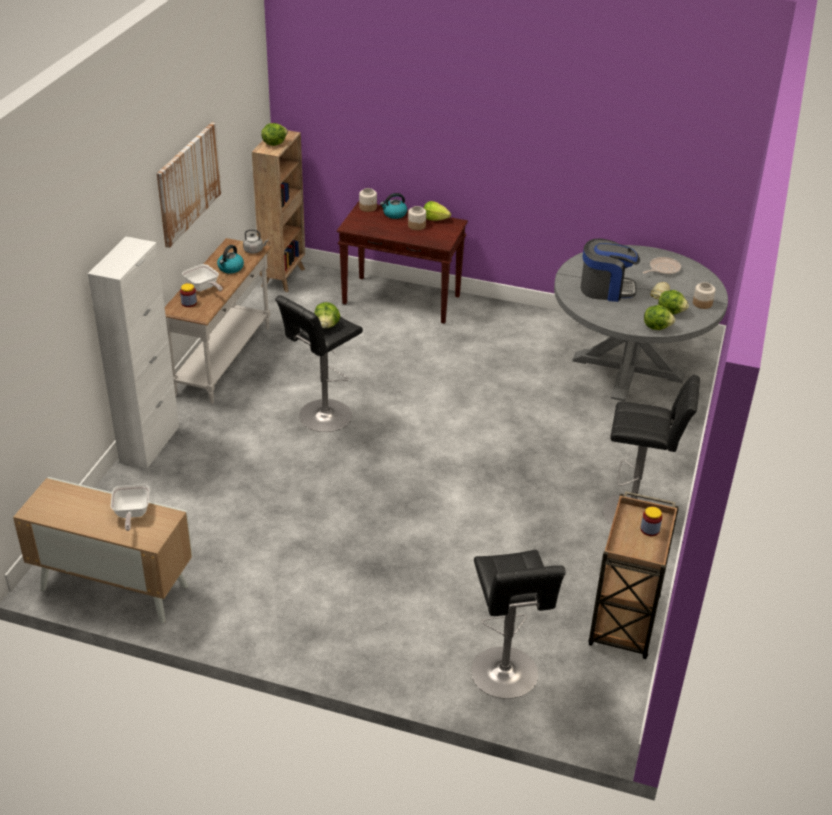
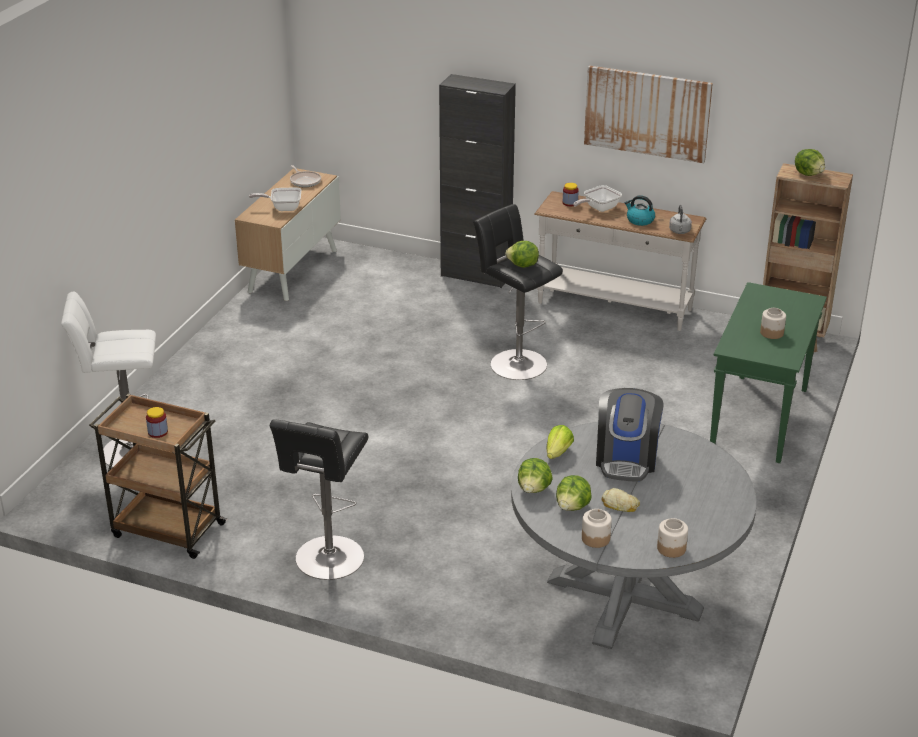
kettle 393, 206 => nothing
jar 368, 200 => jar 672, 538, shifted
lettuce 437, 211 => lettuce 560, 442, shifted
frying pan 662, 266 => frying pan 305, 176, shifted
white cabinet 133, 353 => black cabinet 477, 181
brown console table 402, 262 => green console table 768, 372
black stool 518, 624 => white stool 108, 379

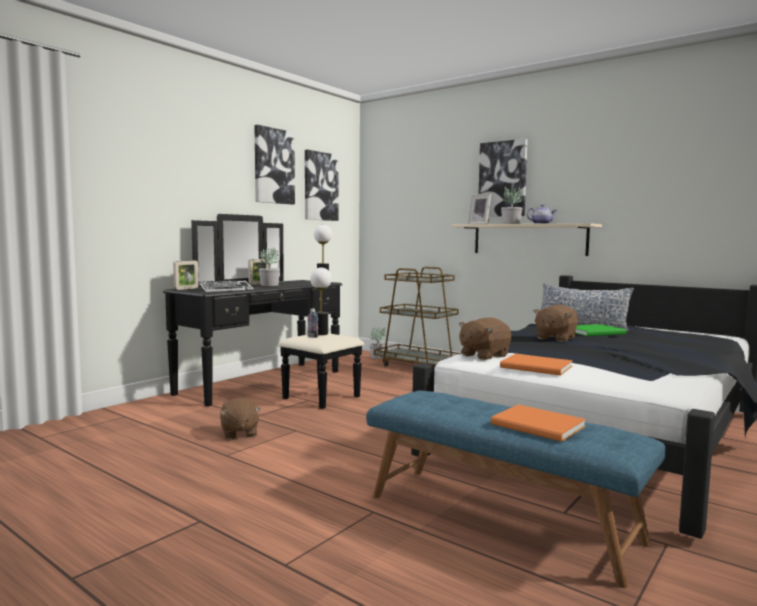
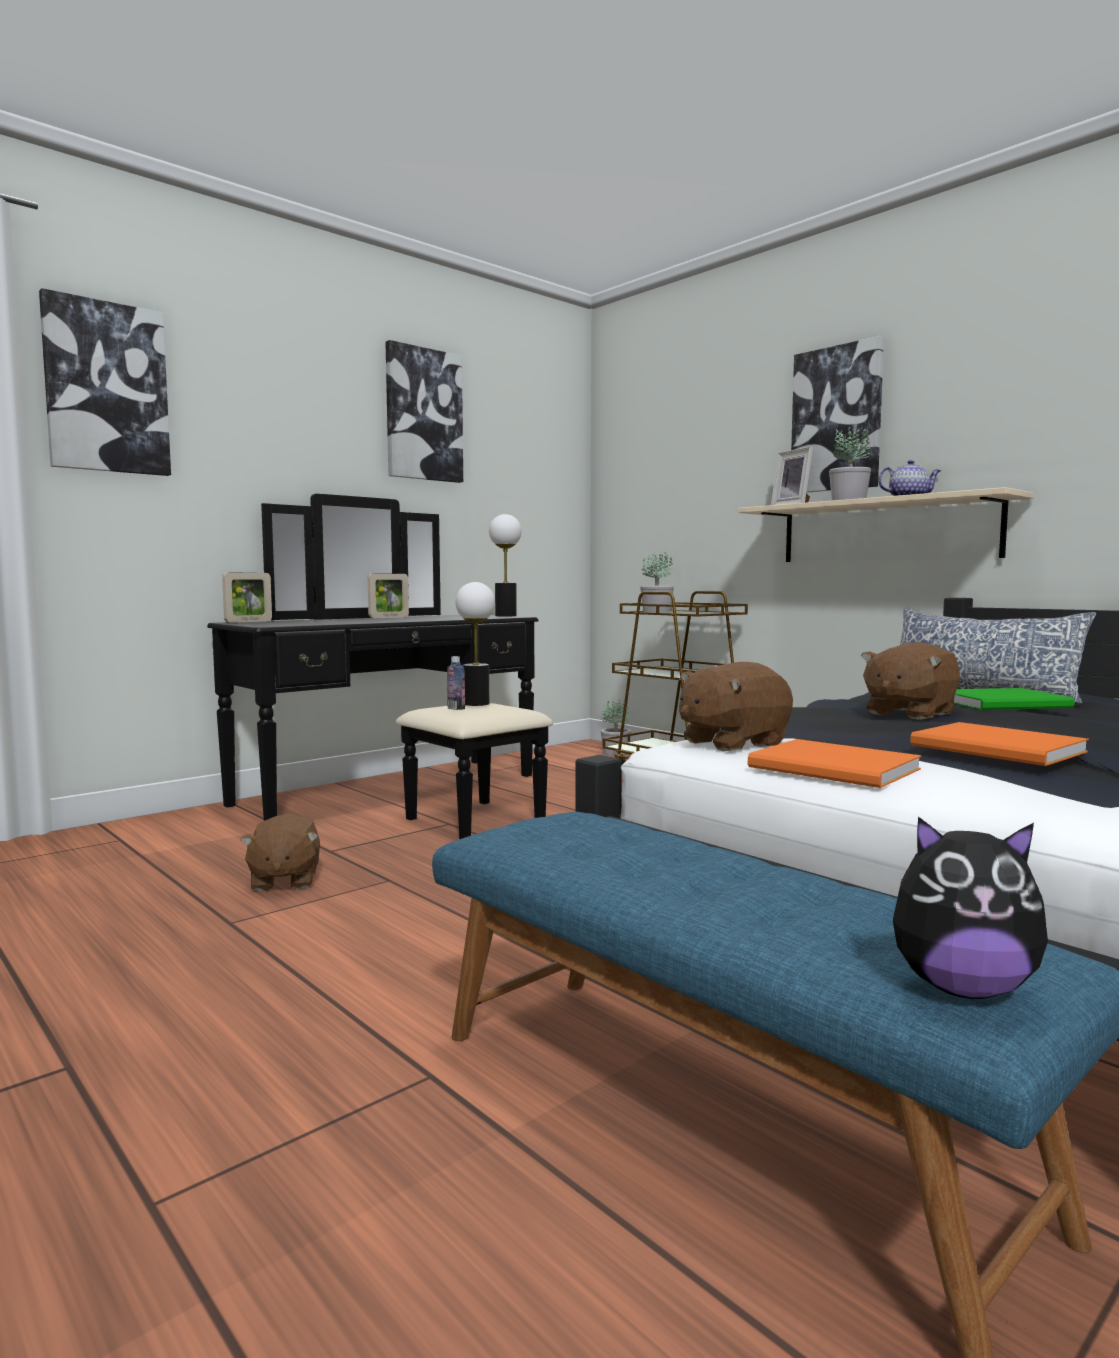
keyboard 226, 286 => nothing
nothing => plush toy 970, 908
potted plant 269, 267 => potted plant 657, 581, shifted
picture 322, 185 => picture 105, 382, shifted
orange book 538, 423 => orange book 999, 744, shifted

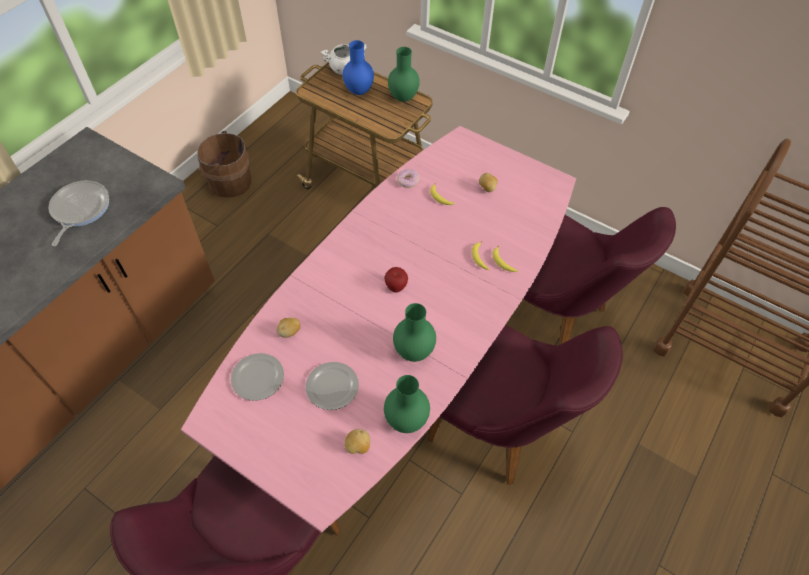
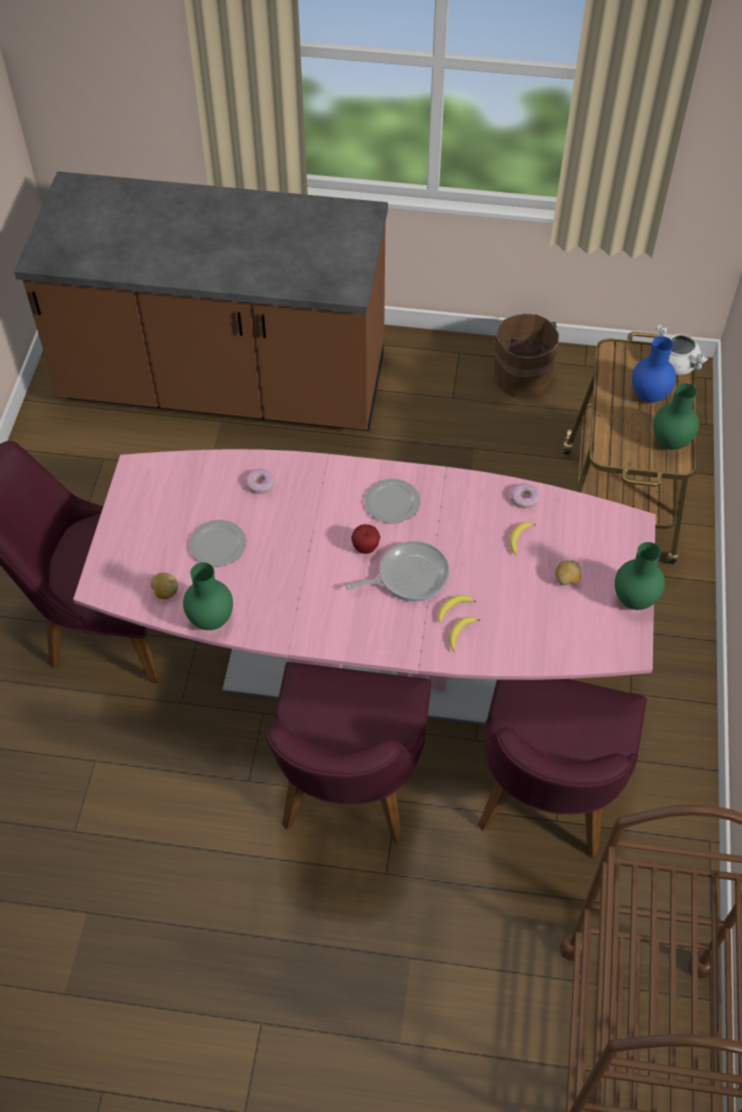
frying pan 78, 213 => frying pan 398, 571, shifted
plate 257, 377 => plate 392, 501, shifted
green vase 414, 332 => green vase 640, 576, shifted
potato 288, 328 => donut 260, 481

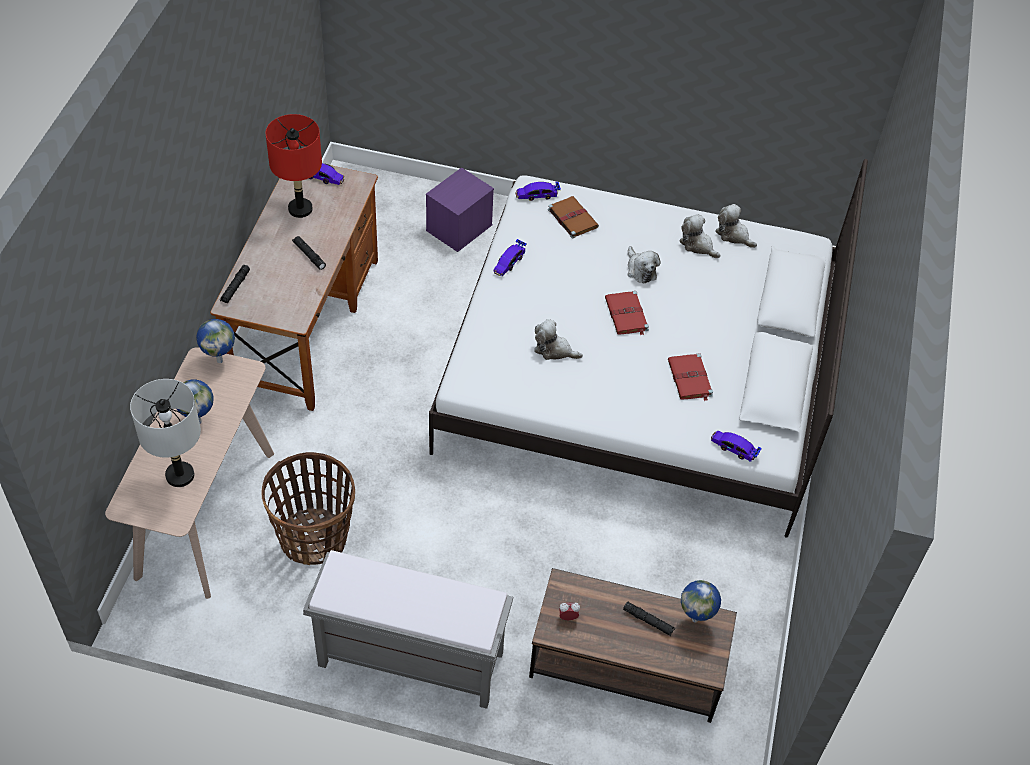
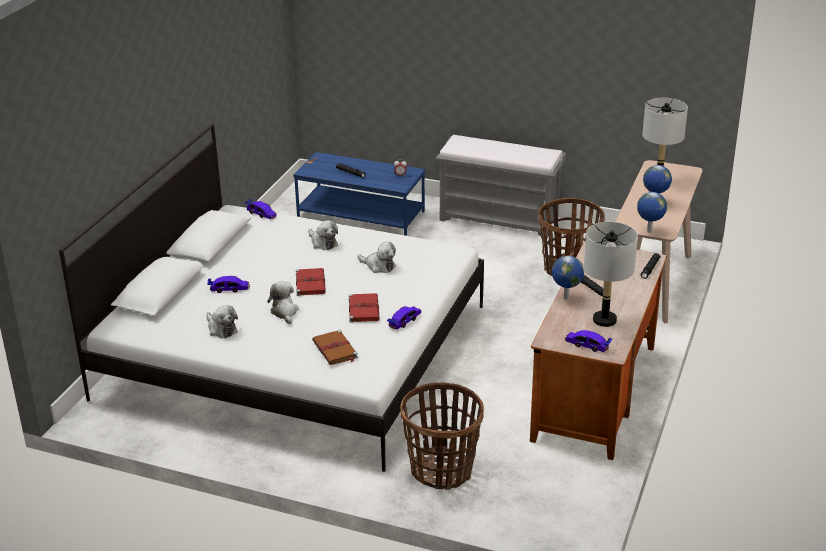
toy car 538, 191 => toy car 228, 284, shifted
red book 690, 377 => red book 364, 308, shifted
globe 701, 601 => globe 568, 278, shifted
plush toy 736, 226 => plush toy 323, 235, shifted
purple storage box 460, 209 => basket 442, 436
red table lamp 294, 166 => grey table lamp 611, 274
brown coffee table 633, 645 => blue coffee table 359, 194

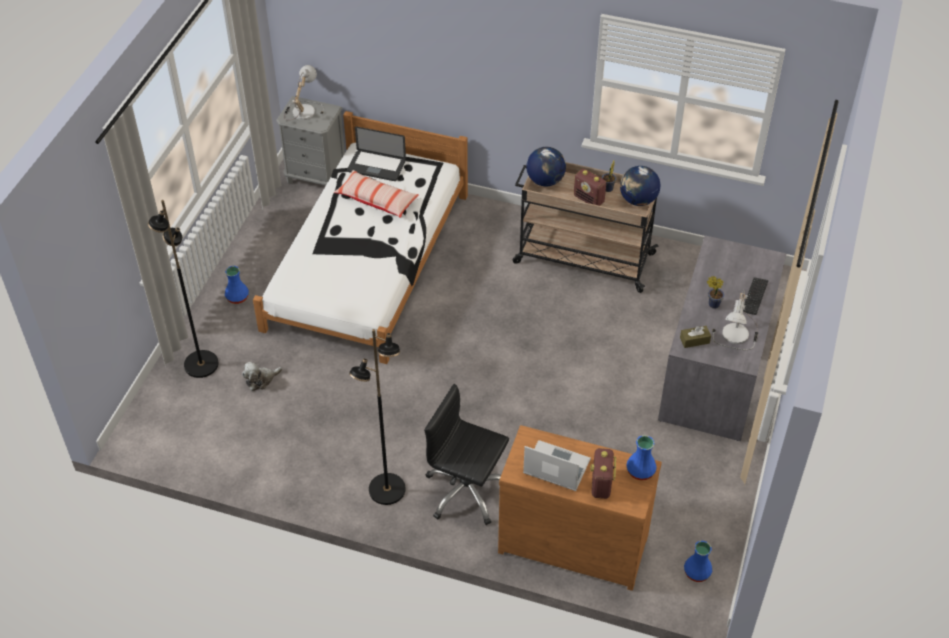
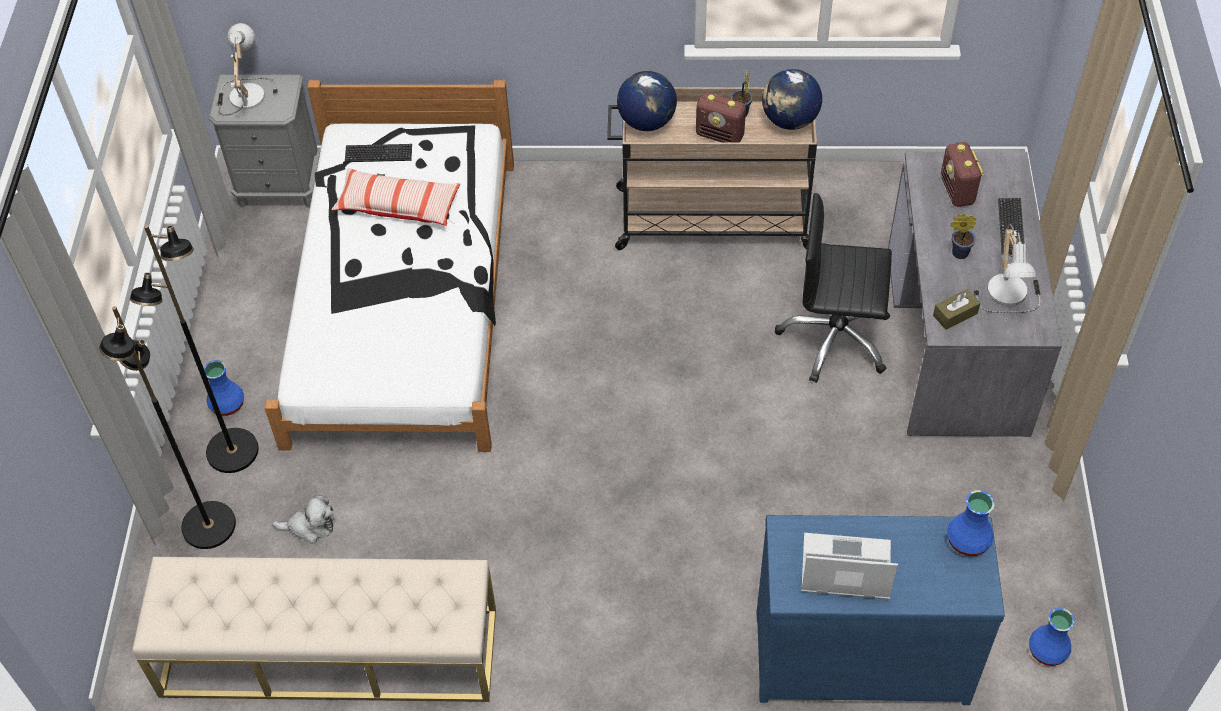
nothing => beige bench 314, 629
black floor lamp 377, 417 => black floor lamp 194, 349, shifted
black office chair 466, 454 => black office chair 833, 288, shifted
radio 603, 473 => radio 962, 174, shifted
laptop 376, 154 => keyboard 378, 153
brown dresser 580, 508 => blue dresser 881, 610
plush toy 262, 376 => plush toy 303, 519, 135 degrees counterclockwise

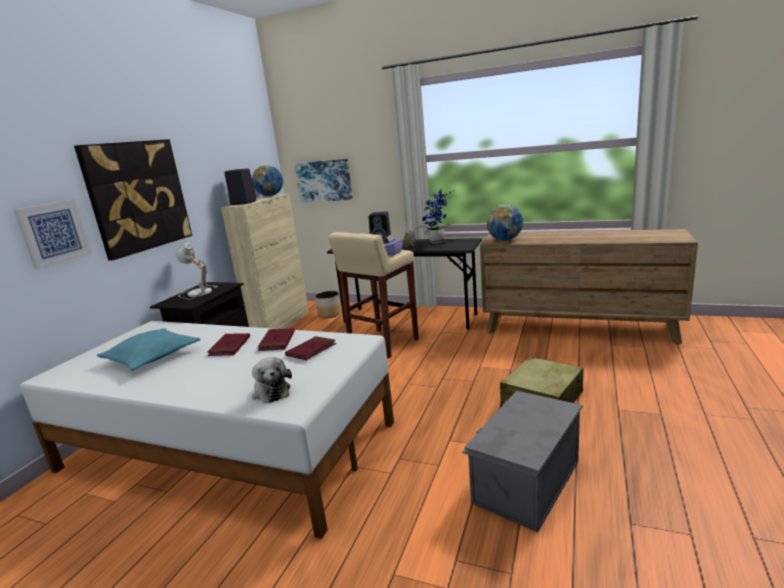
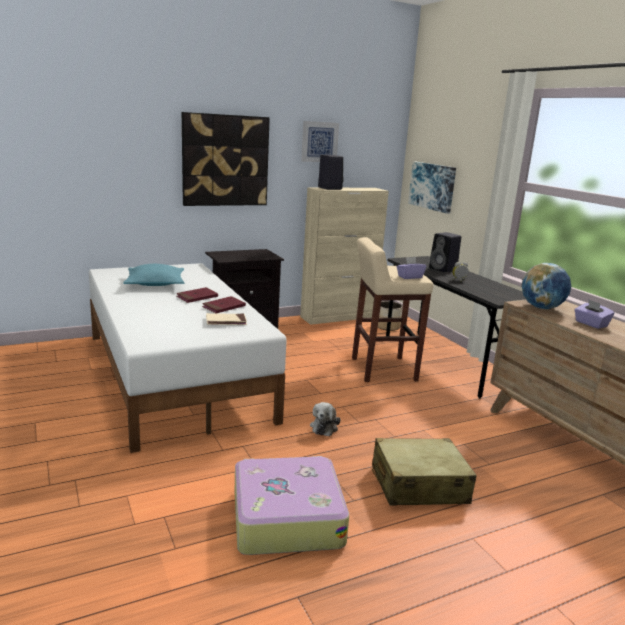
table lamp 197, 271 => nothing
globe 267, 180 => nothing
potted plant 437, 217 => nothing
nothing => purple tissue box 594, 314
picture 53, 234 => picture 320, 141, shifted
plush toy 272, 380 => plush toy 325, 419, shifted
grey storage box 522, 462 => suitcase 292, 505
red book 310, 348 => beige book 226, 319

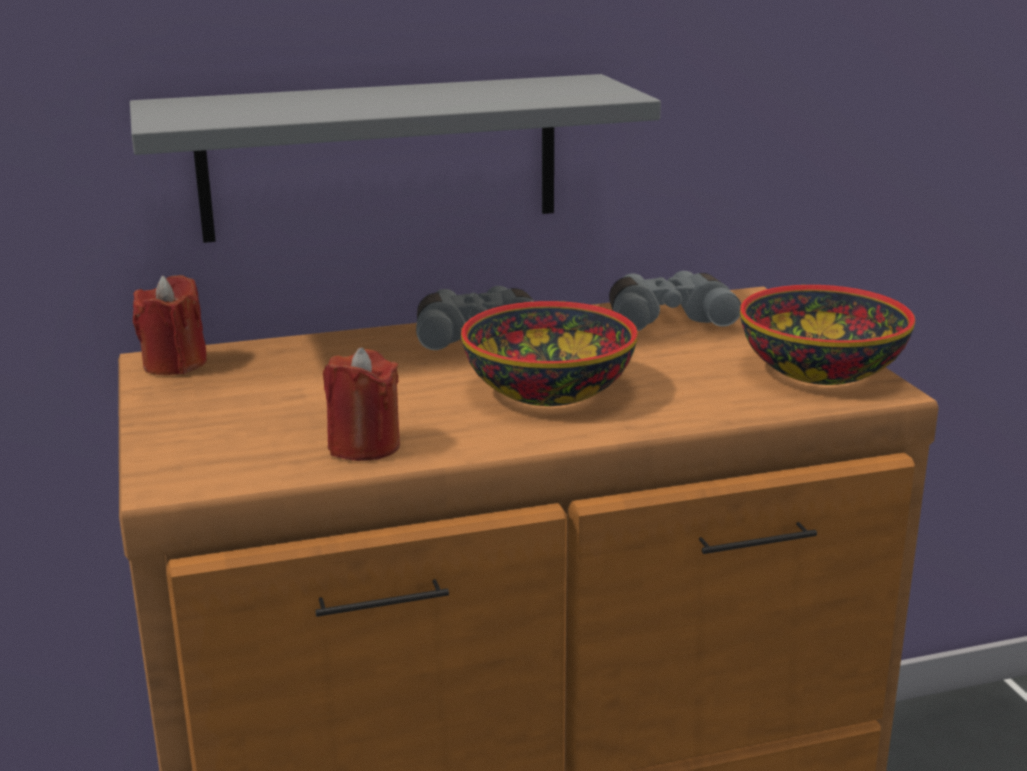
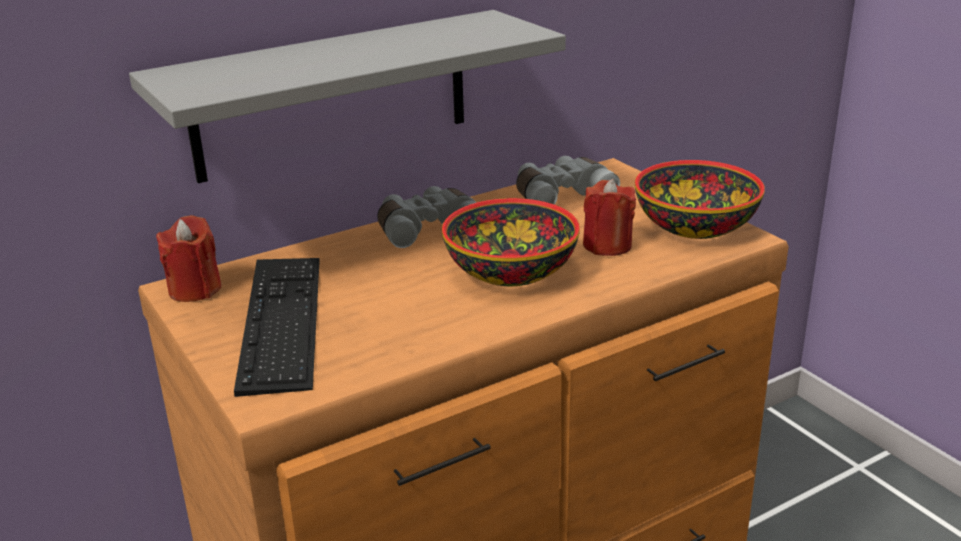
nothing => keyboard 277, 327
red candle 361, 404 => red candle 609, 217, shifted

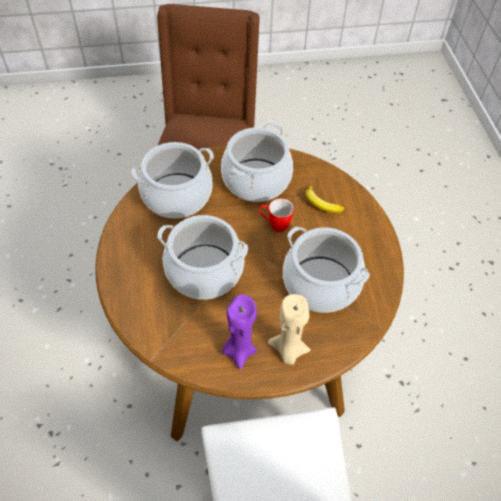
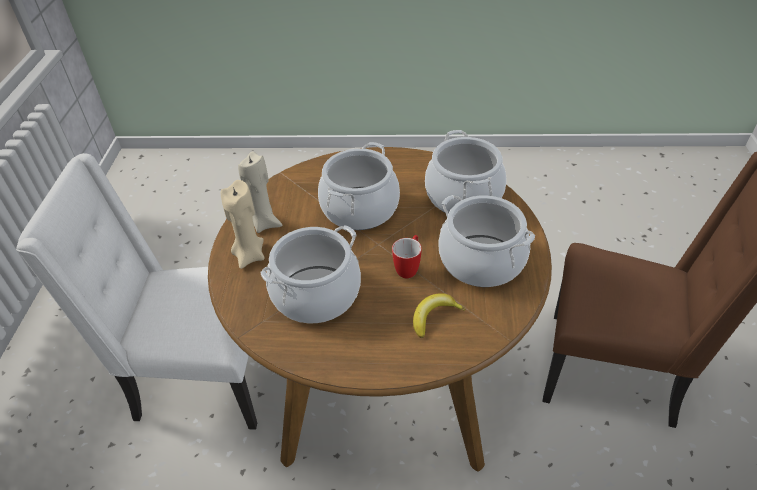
purple candle 239, 331 => beige candle 260, 192

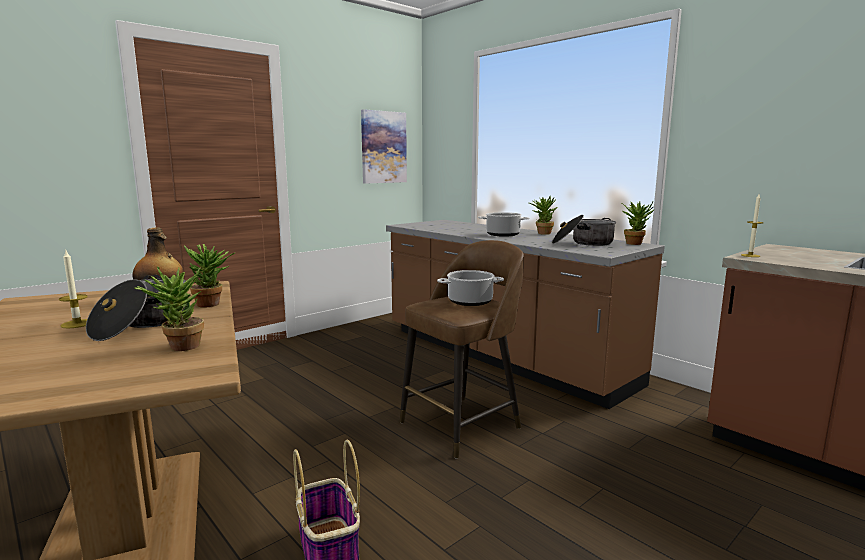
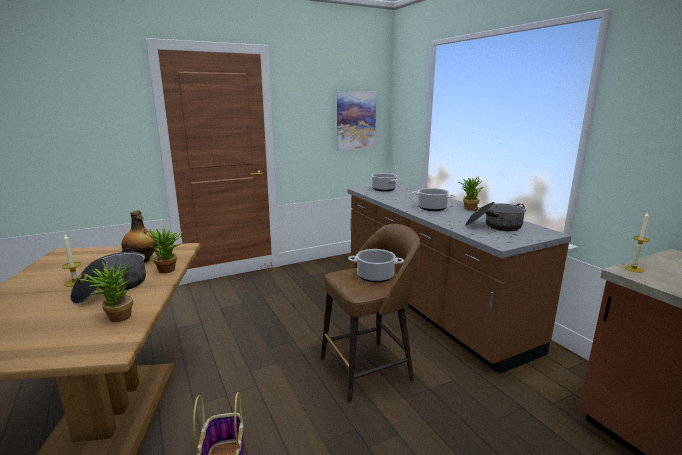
potted plant 638, 223 => nothing
nothing => cooking pot 384, 182

